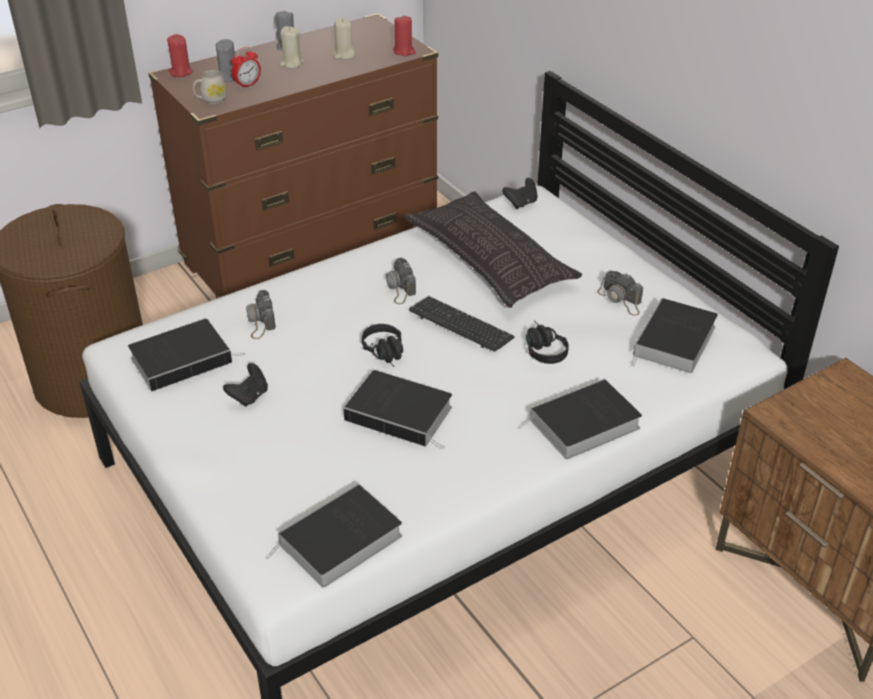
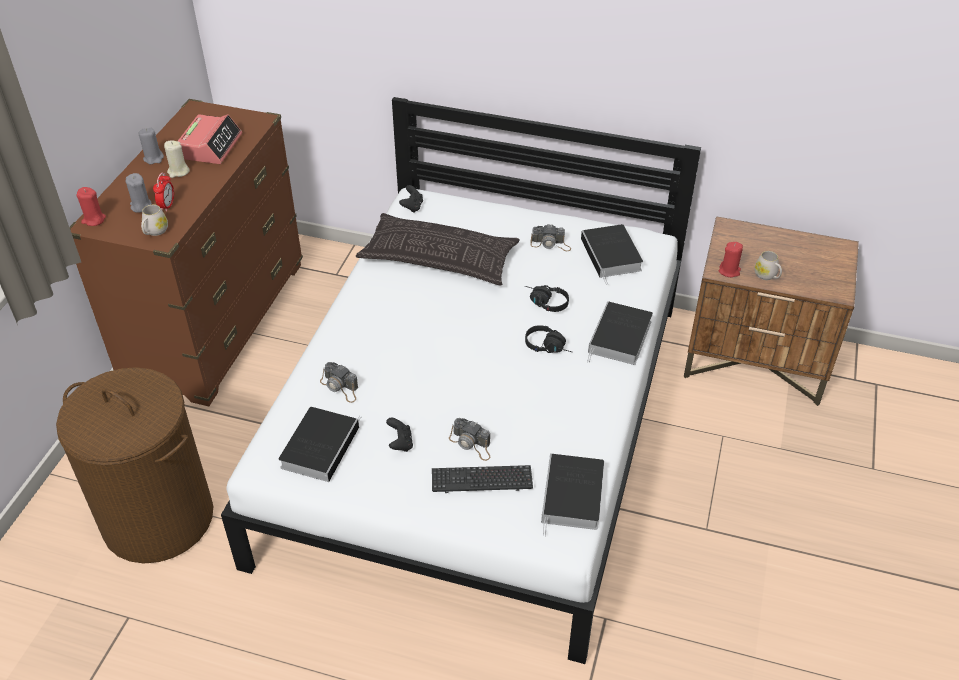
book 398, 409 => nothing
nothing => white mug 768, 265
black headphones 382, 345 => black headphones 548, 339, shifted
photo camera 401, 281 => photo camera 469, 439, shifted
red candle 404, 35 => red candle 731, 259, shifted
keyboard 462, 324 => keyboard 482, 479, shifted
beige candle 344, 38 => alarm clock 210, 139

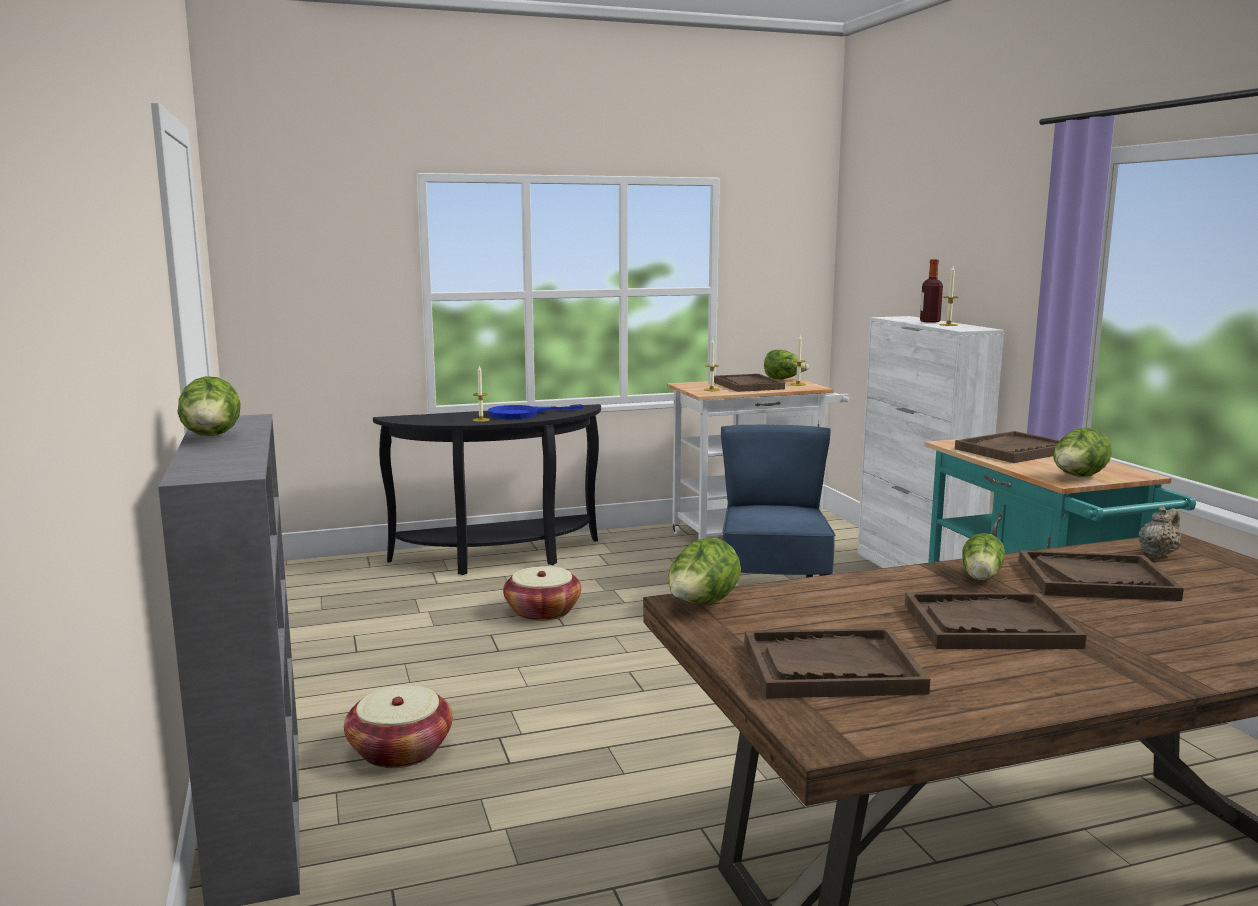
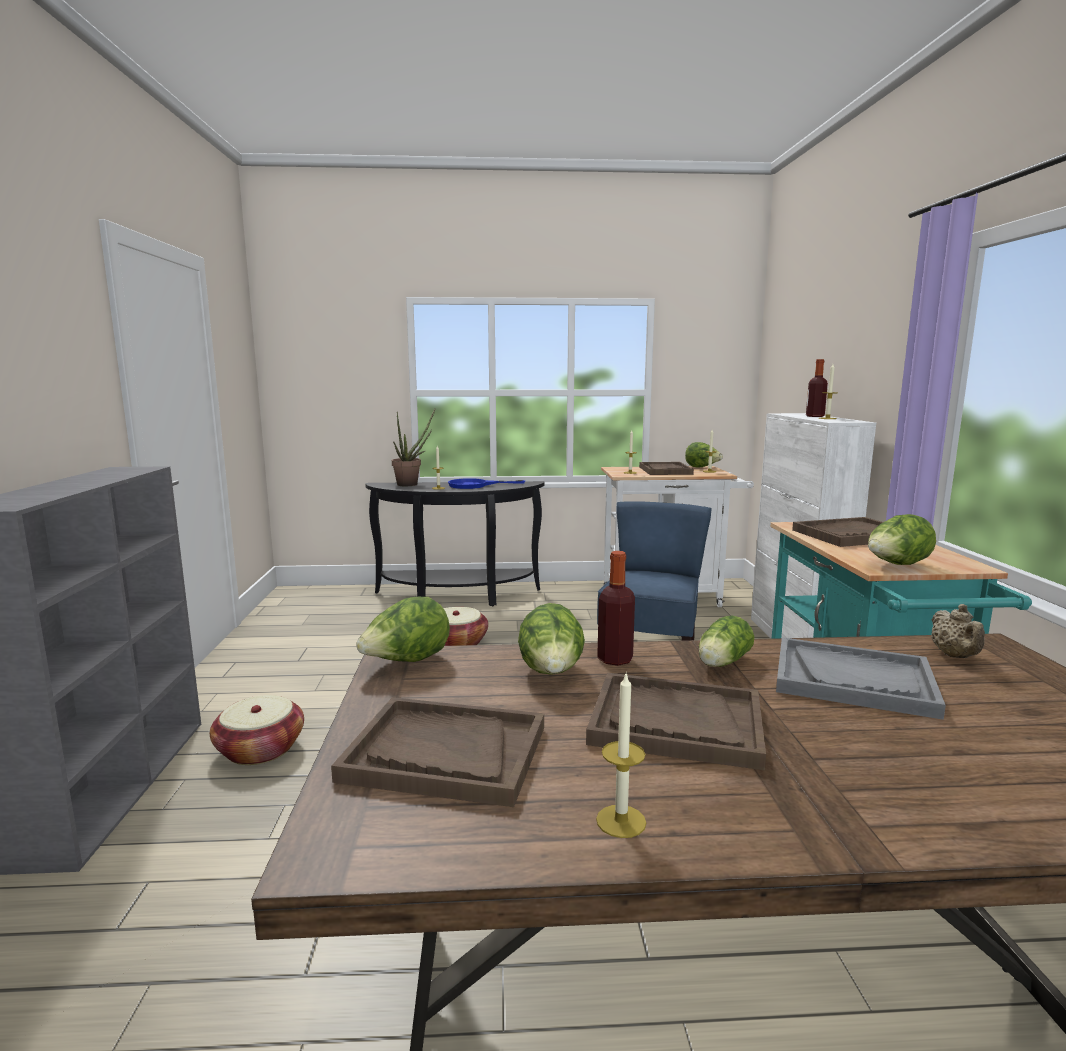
nothing => potted plant 413, 447
nothing => candle 621, 756
nothing => bottle 616, 608
lettuce 209, 406 => lettuce 551, 639, shifted
brown tray 1101, 575 => grey tray 861, 678
beige teapot 1160, 532 => beige teapot 958, 631, 120 degrees clockwise

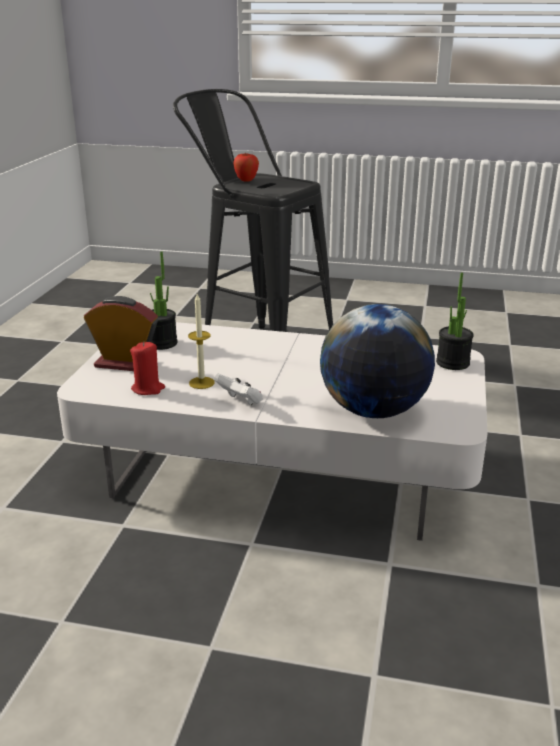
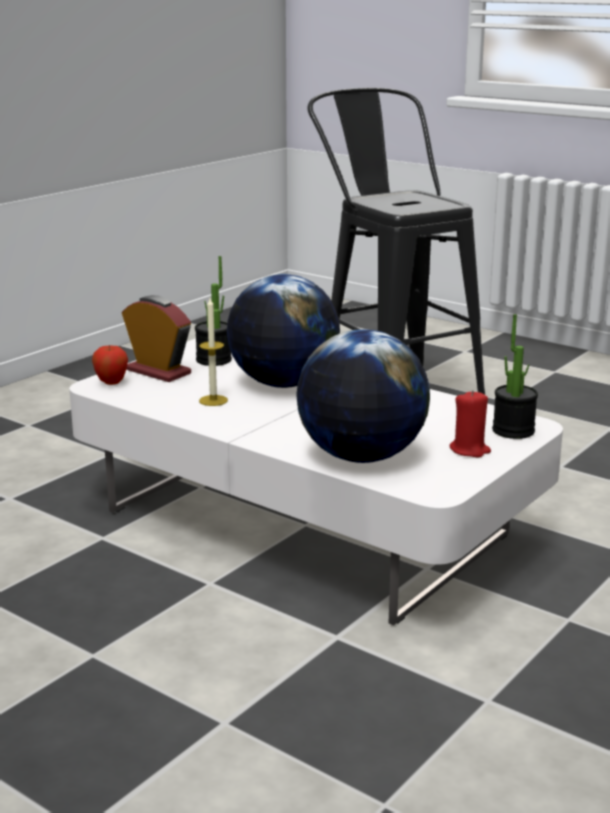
white game controller 238, 389 => nothing
nothing => globe 283, 331
red candle 147, 368 => red candle 470, 423, shifted
apple 246, 168 => apple 110, 365, shifted

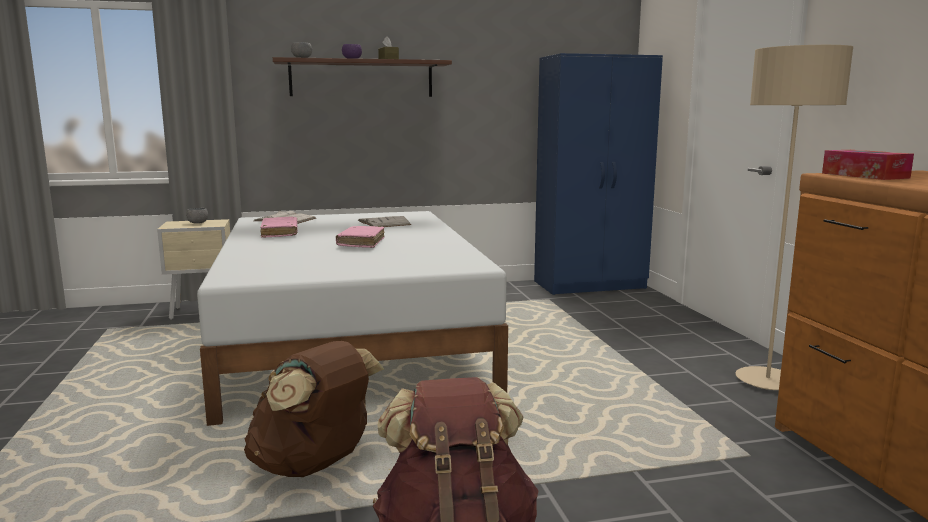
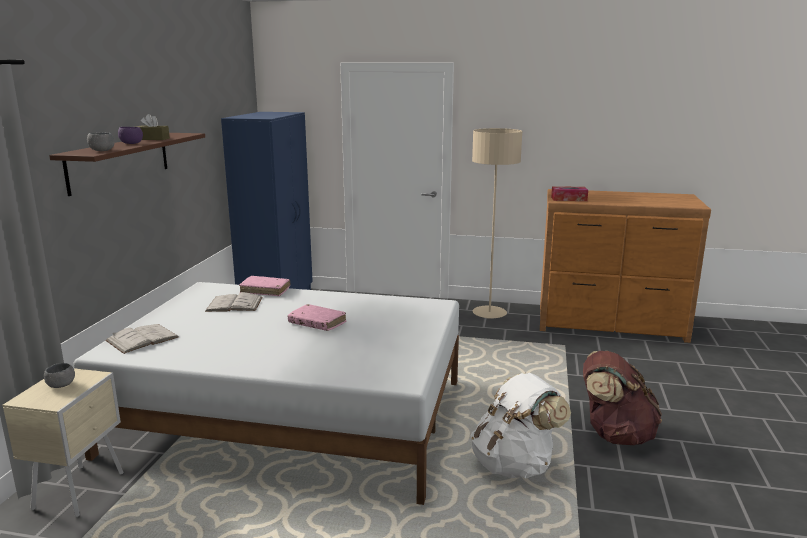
pink book 279, 227 => pink book 264, 286, shifted
brown backpack 314, 409 => white backpack 521, 425

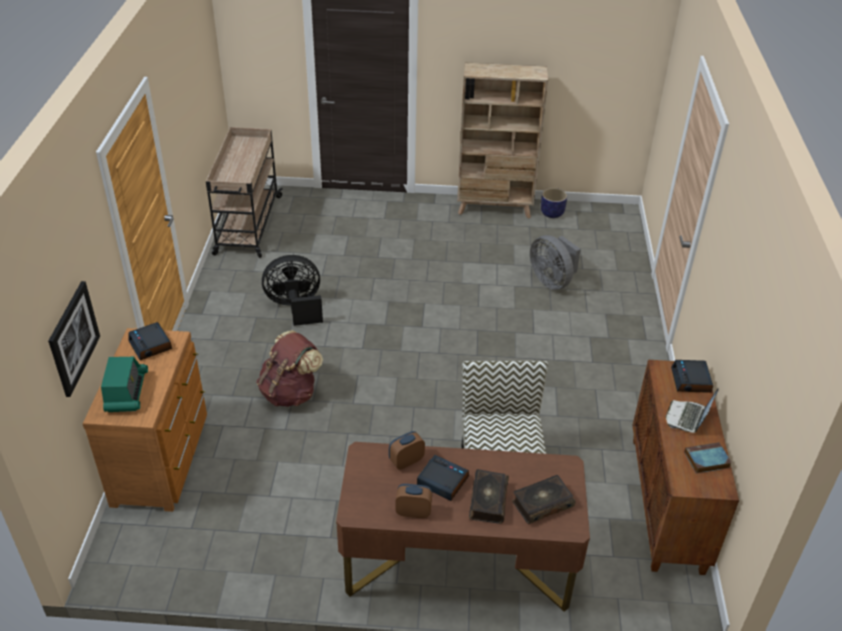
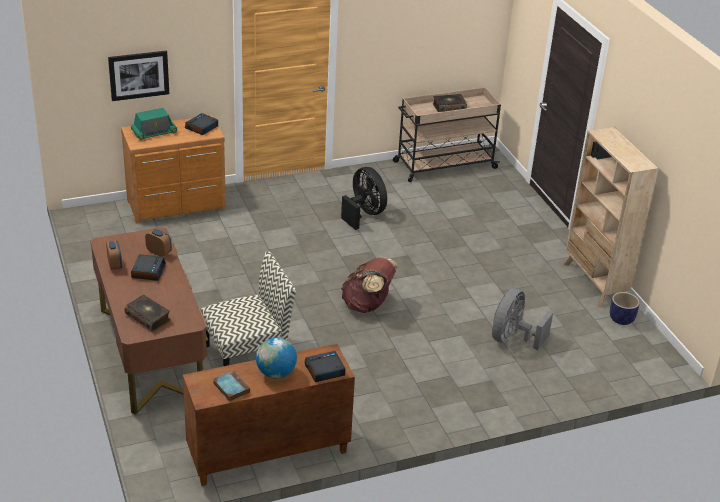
brown backpack 289, 368 => brown backpack 369, 285, shifted
book 489, 496 => book 450, 103, shifted
laptop 692, 411 => globe 276, 357

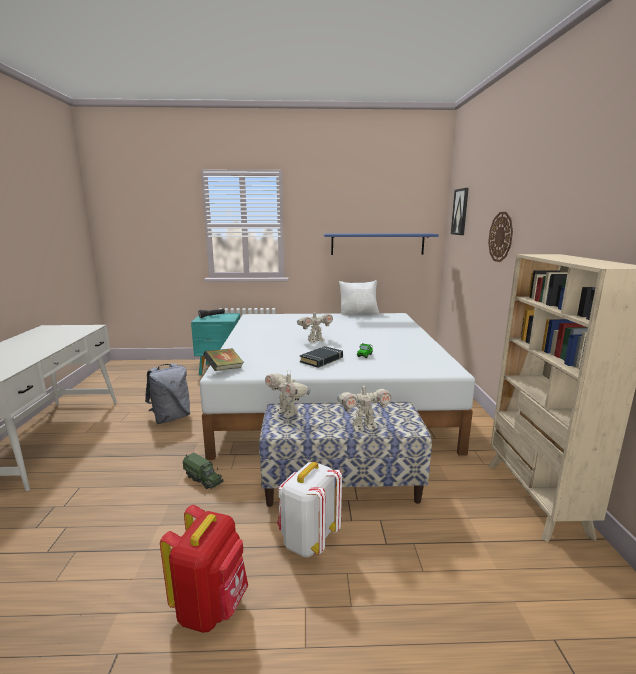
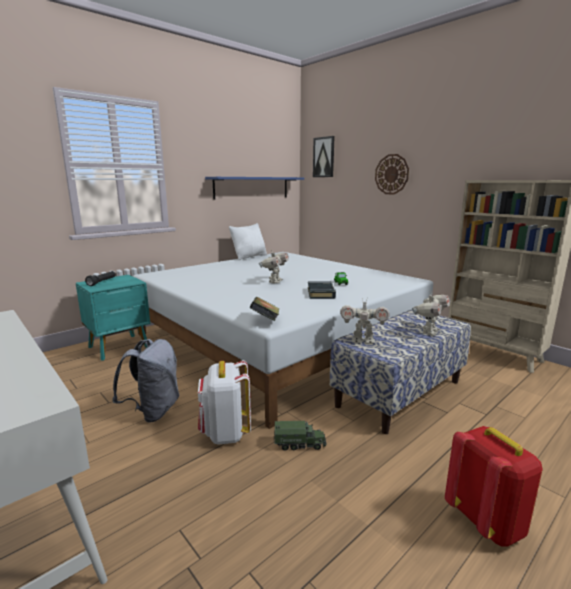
white backpack 310, 509 => white backpack 224, 402, shifted

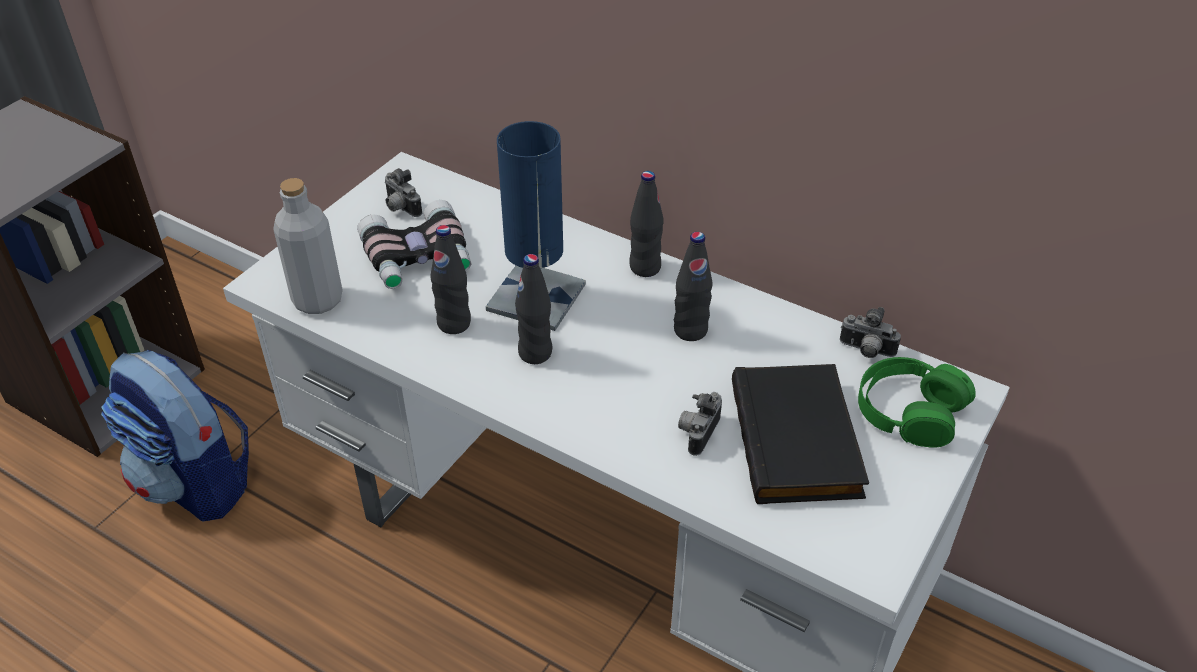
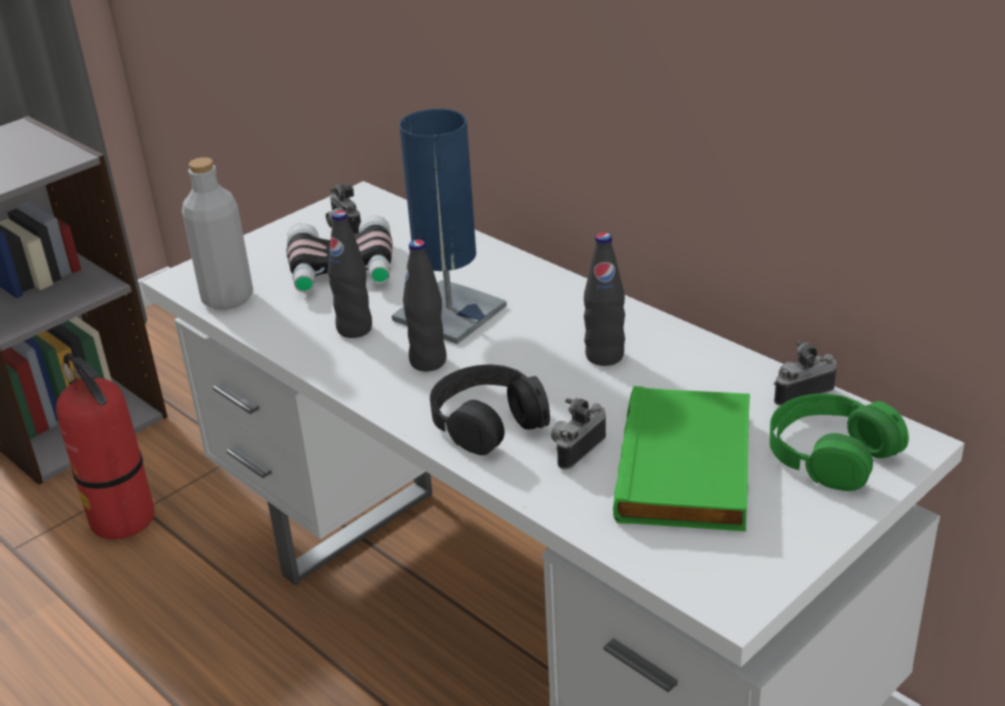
black bottle 646, 224 => nothing
nothing => black headphones 490, 410
backpack 175, 436 => fire extinguisher 105, 446
black book 800, 434 => green book 681, 458
photo camera 870, 332 => photo camera 805, 373, 120 degrees clockwise

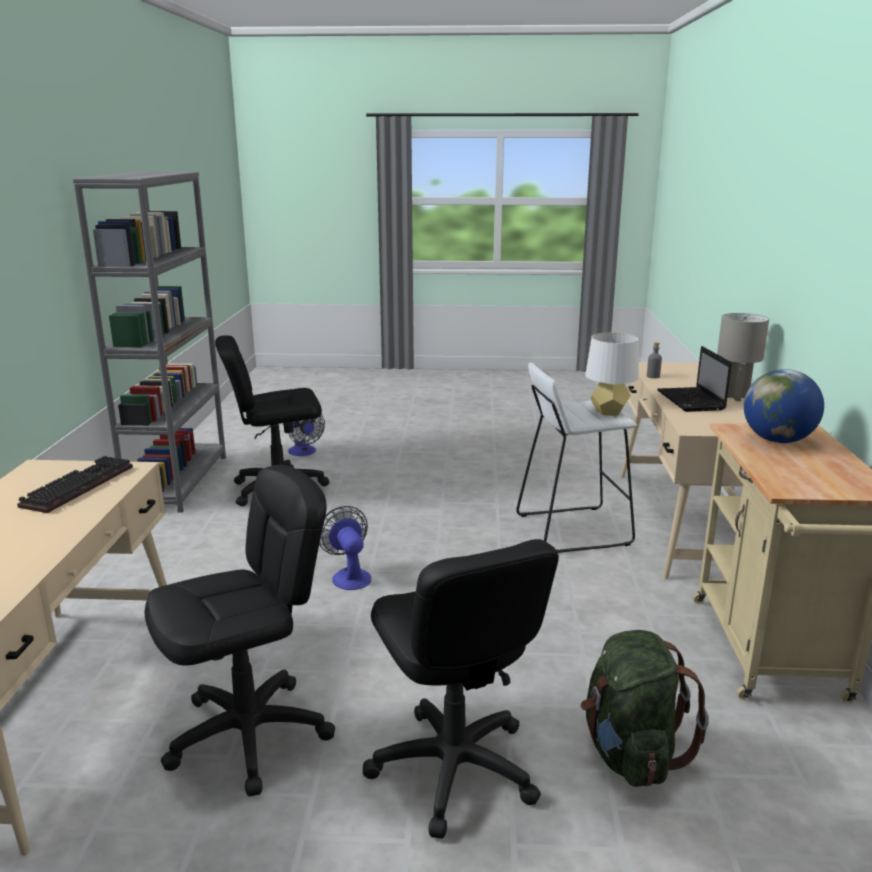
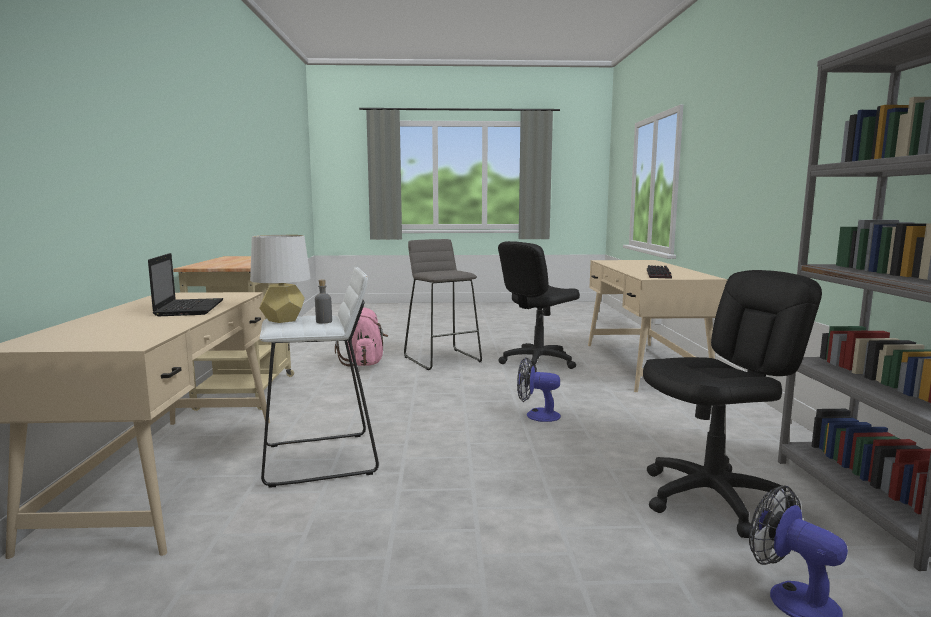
grey table lamp 743, 357 => nothing
globe 784, 406 => nothing
grey bottle 654, 360 => grey bottle 323, 302, shifted
black office chair 461, 689 => grey stool 443, 304
green backpack 645, 708 => pink backpack 361, 336
fan 345, 548 => fan 539, 389, 135 degrees clockwise

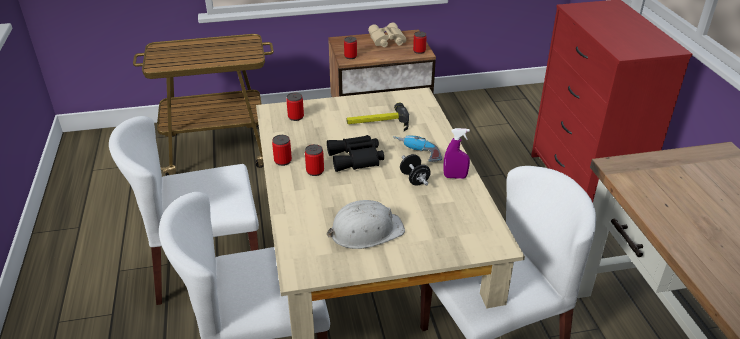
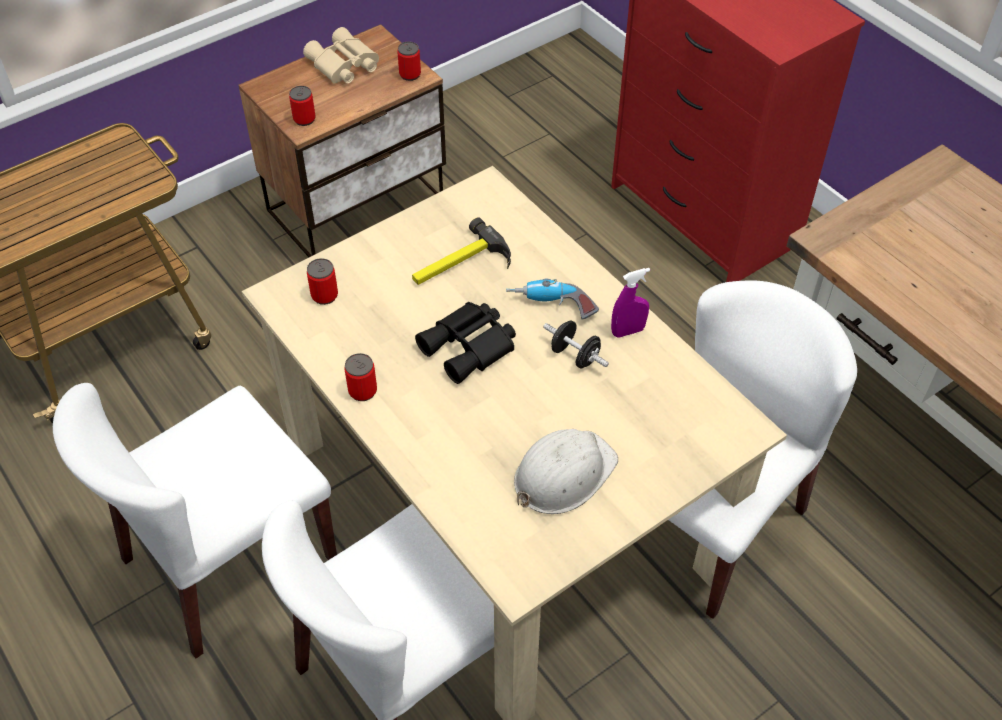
can 314, 160 => nothing

